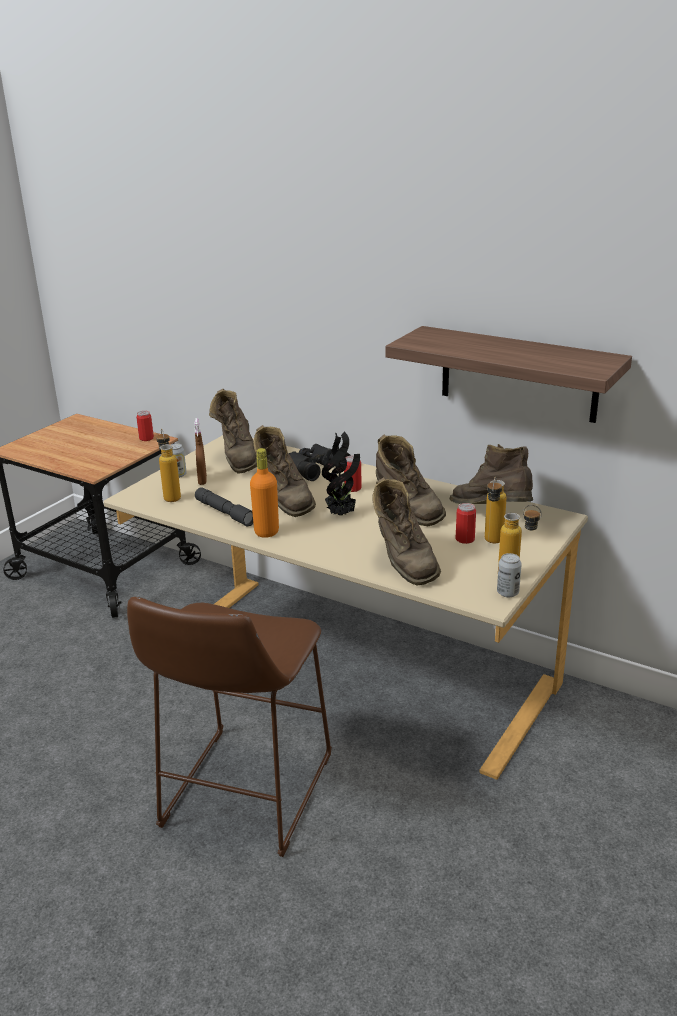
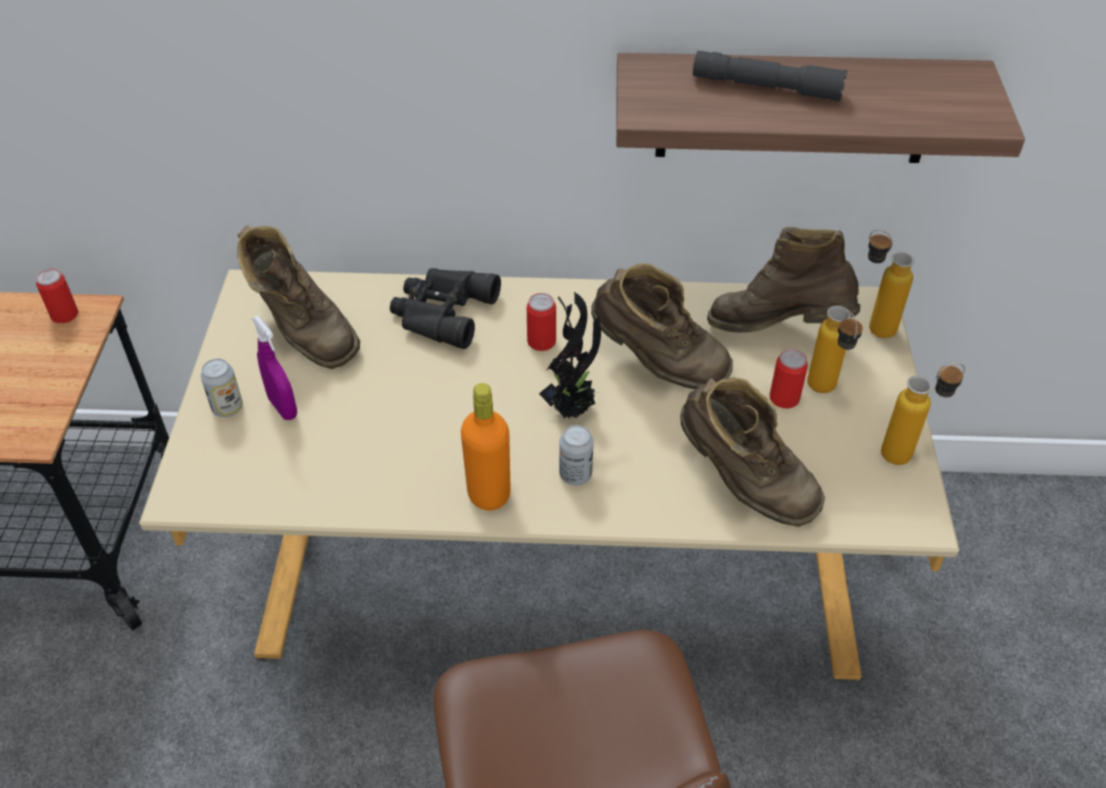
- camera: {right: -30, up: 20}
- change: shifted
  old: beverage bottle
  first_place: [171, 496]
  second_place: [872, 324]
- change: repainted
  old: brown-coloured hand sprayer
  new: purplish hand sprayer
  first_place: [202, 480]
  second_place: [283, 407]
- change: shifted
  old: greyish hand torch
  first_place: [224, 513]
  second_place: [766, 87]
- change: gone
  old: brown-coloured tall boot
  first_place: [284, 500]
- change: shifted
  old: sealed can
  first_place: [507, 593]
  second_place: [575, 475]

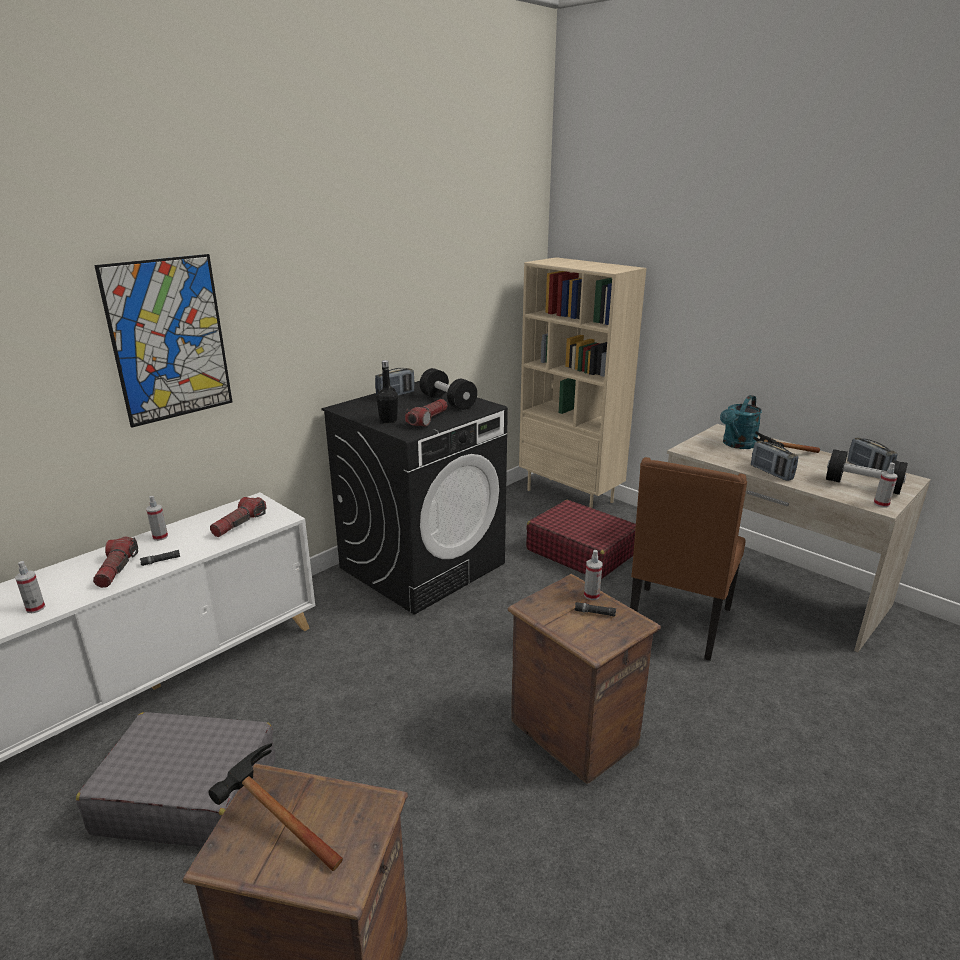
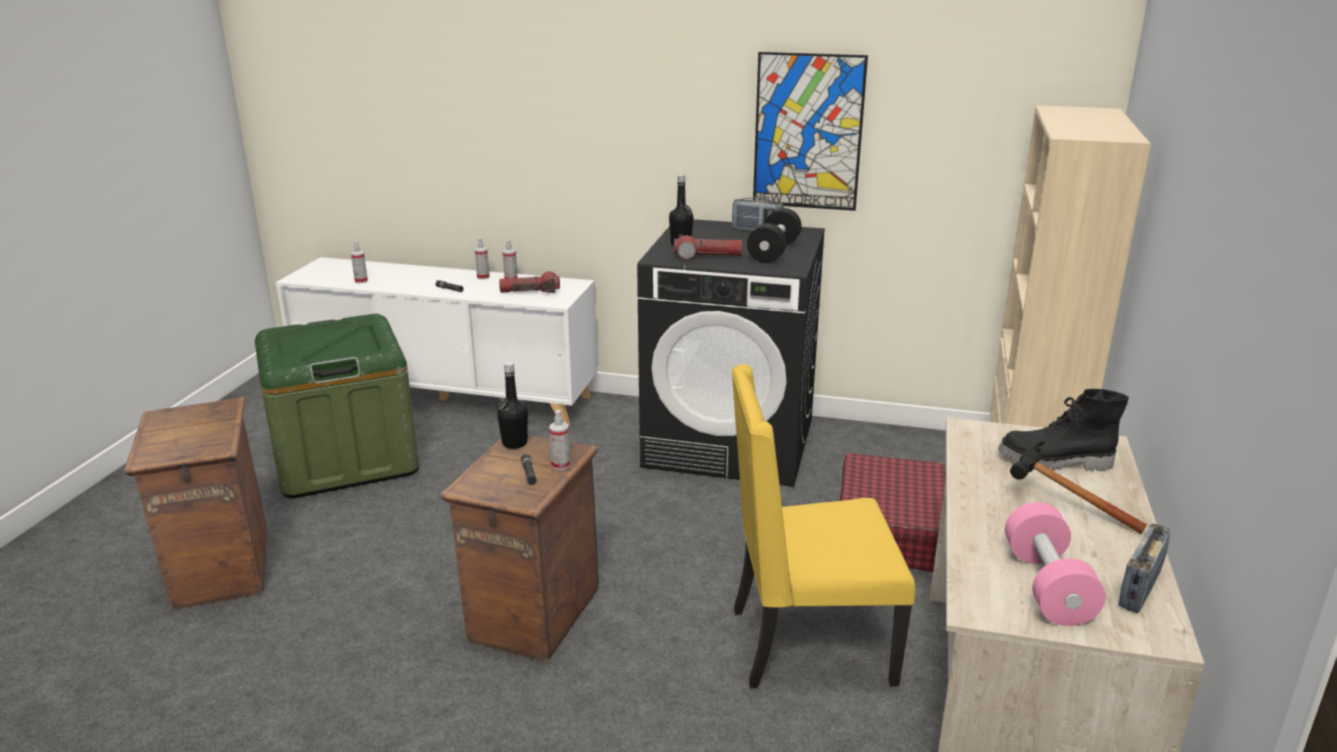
- camera: {right: 60, up: 0}
- change: swapped
  old: greyish piece of luggage
  new: green storage box
  first_place: [187, 795]
  second_place: [345, 458]
- change: gone
  old: hand torch
  first_place: [116, 569]
- change: shifted
  old: wall picture
  first_place: [169, 340]
  second_place: [808, 132]
- change: gone
  old: hammer
  first_place: [272, 822]
- change: repainted
  old: brown-coloured chair
  new: yellow chair
  first_place: [677, 624]
  second_place: [807, 645]
- change: swapped
  old: blue-green watering pot
  new: black tall boot
  first_place: [737, 445]
  second_place: [1055, 462]
- change: gone
  old: radio set
  first_place: [771, 473]
- change: repainted
  old: black hand weight
  new: pink-coloured hand weight
  first_place: [862, 486]
  second_place: [1047, 586]
- change: shifted
  old: hand sprayer
  first_place: [881, 504]
  second_place: [511, 279]
- change: new
  new: black beverage bottle
  second_place: [514, 443]

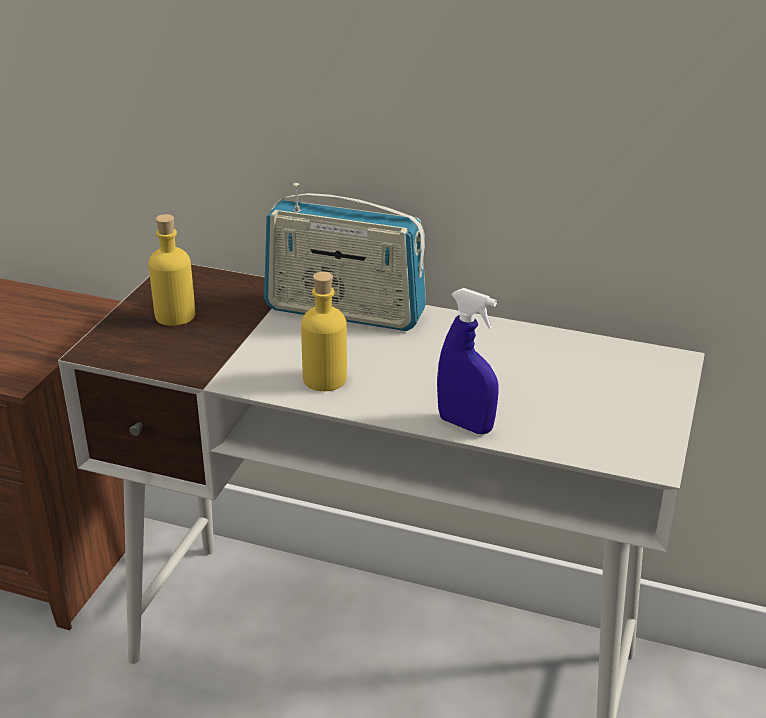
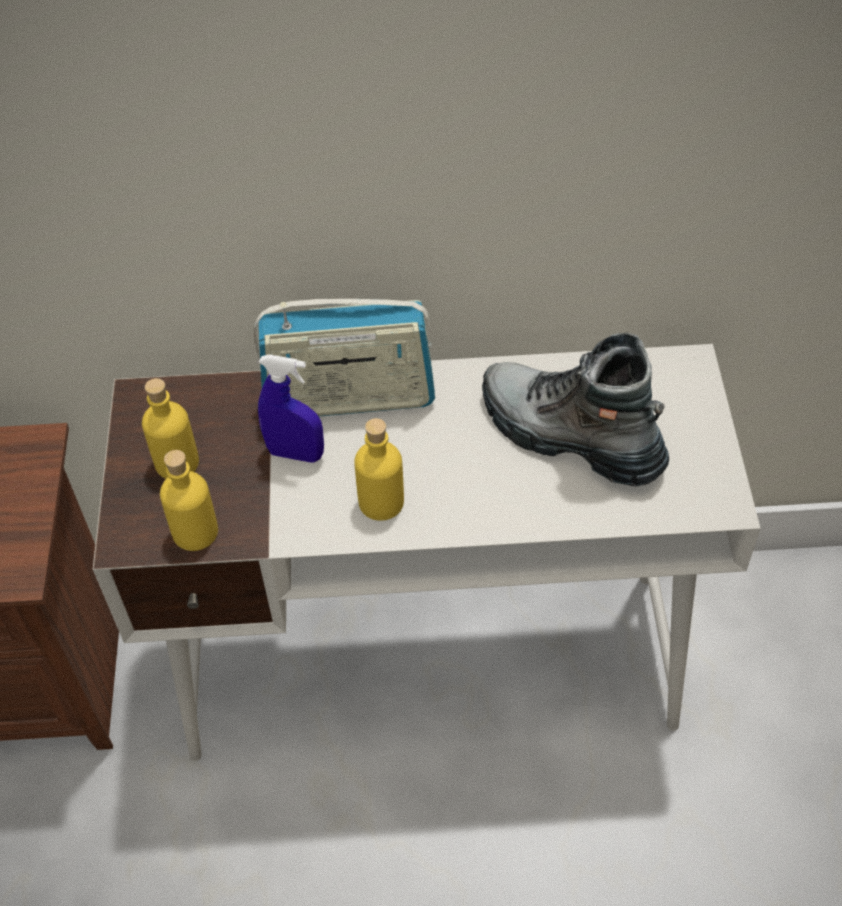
- camera: {right: -20, up: 20}
- change: shifted
  old: bluish hand sprayer
  first_place: [465, 424]
  second_place: [295, 453]
- change: new
  new: yellow beverage bottle
  second_place: [195, 532]
- change: new
  new: tall boot
  second_place: [569, 436]

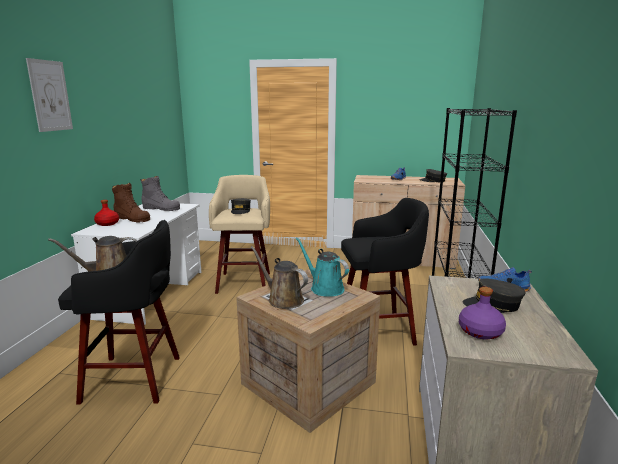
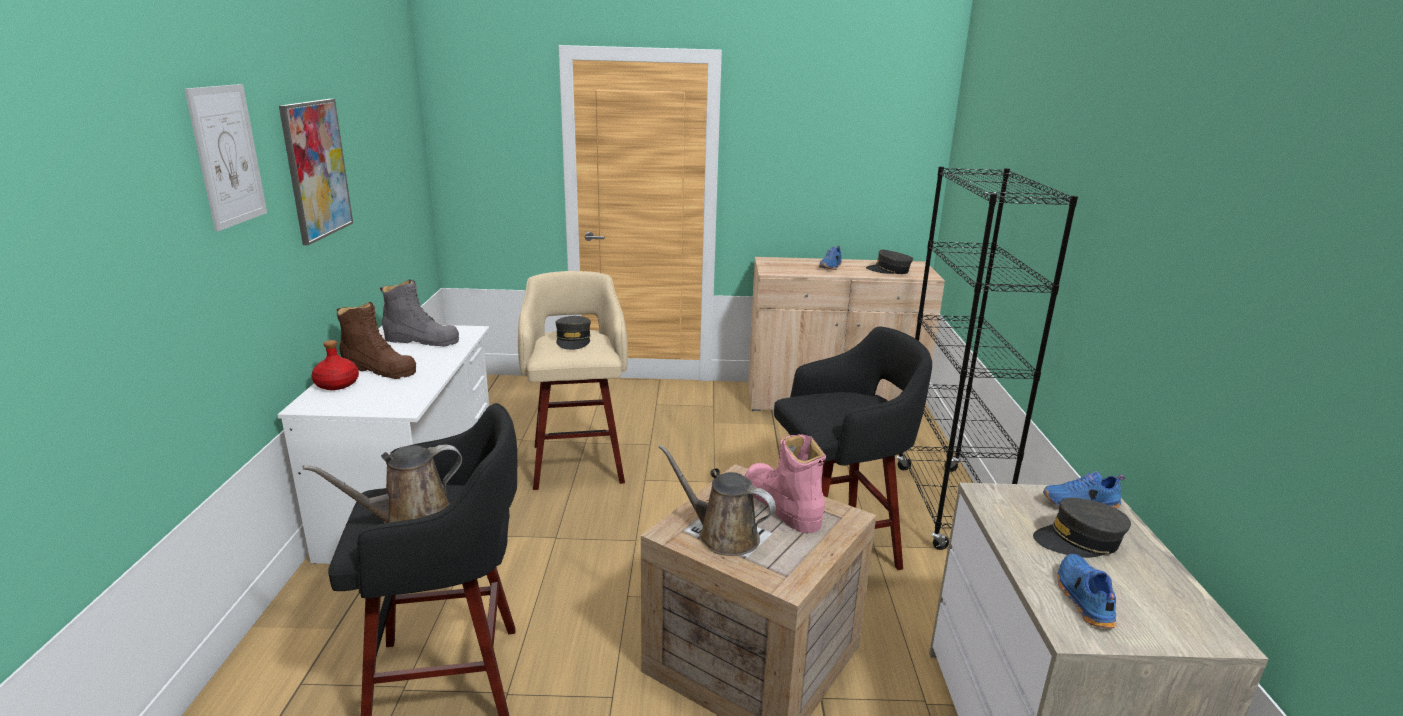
- camera: {right: -10, up: 5}
- change: swapped
  old: blue-green watering pot
  new: pink-coloured tall boot
  first_place: [324, 288]
  second_place: [781, 505]
- change: swapped
  old: purplish beverage bottle
  new: bluish item of footwear
  first_place: [480, 332]
  second_place: [1082, 598]
- change: new
  new: wall picture
  second_place: [316, 169]

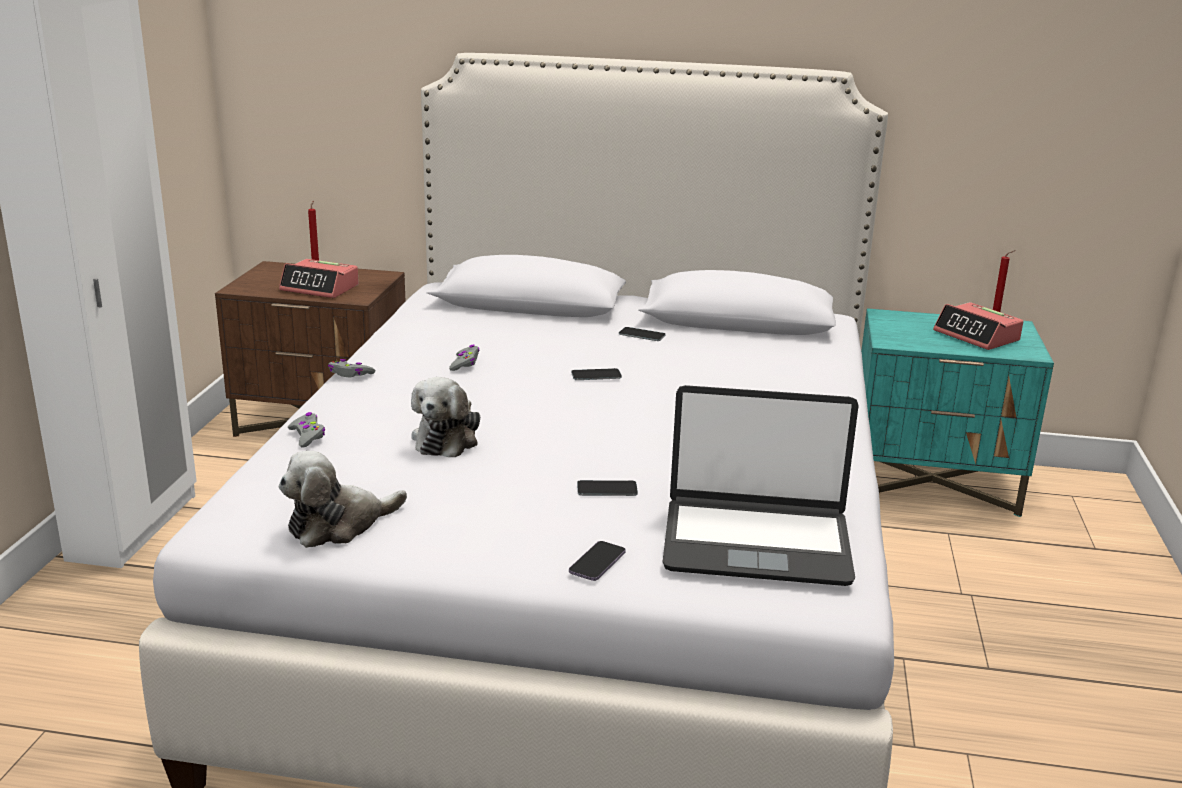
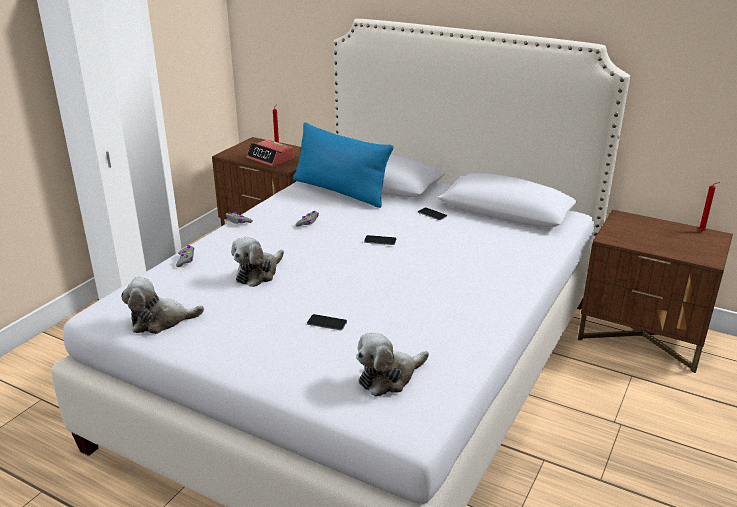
- camera: {right: 20, up: 5}
- change: gone
  old: phone
  first_place: [597, 563]
- change: swapped
  old: laptop
  new: plush toy
  first_place: [756, 543]
  second_place: [389, 377]
- change: repainted
  old: blue-green night table
  new: brown-coloured night table
  first_place: [932, 483]
  second_place: [643, 336]
- change: gone
  old: bedside clock
  first_place: [977, 336]
- change: new
  new: bluish throw pillow
  second_place: [340, 191]

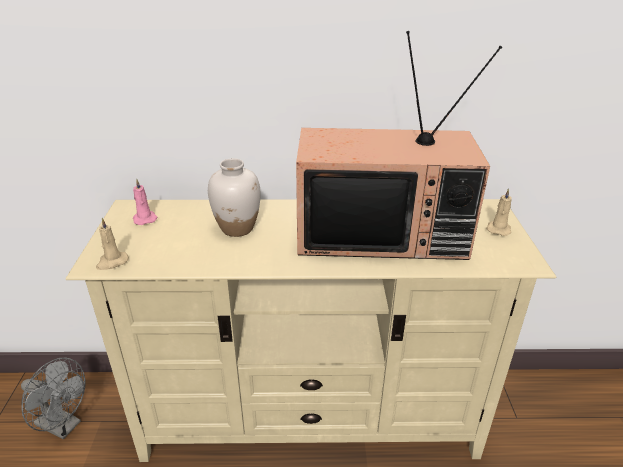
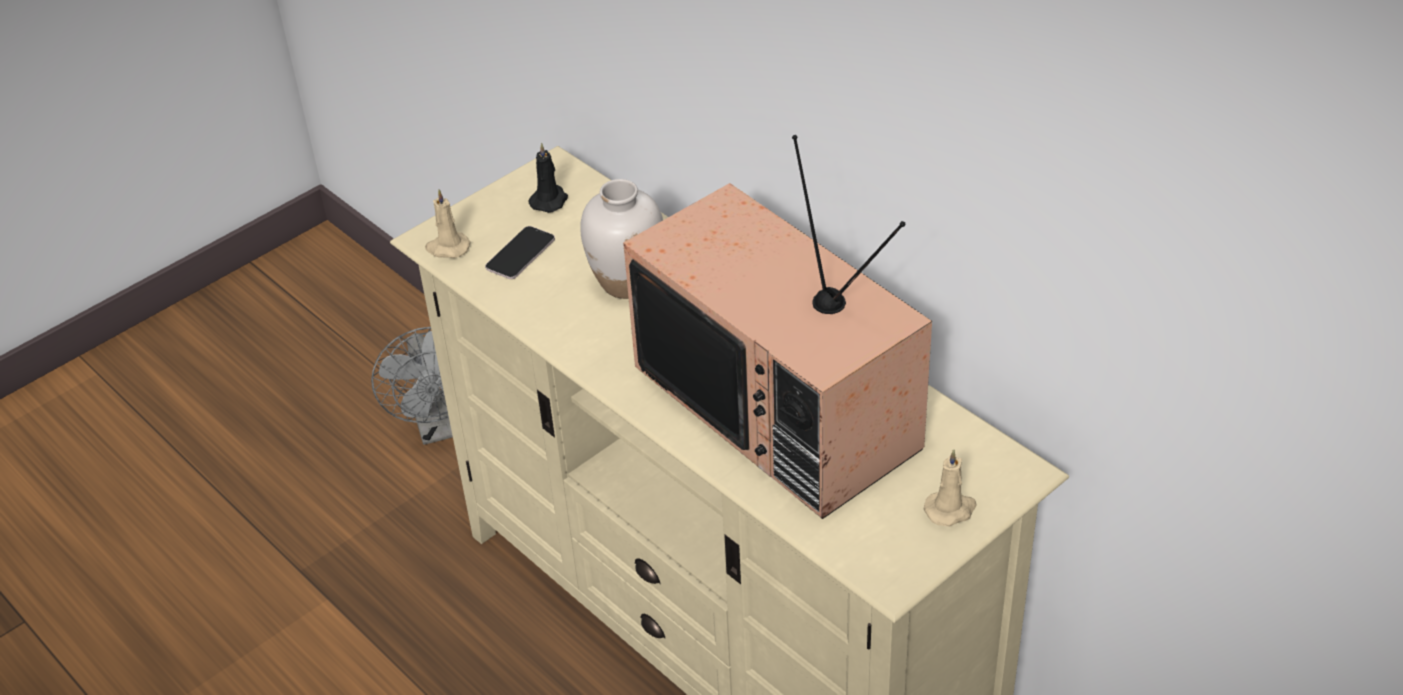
- camera: {right: 50, up: 10}
- change: repainted
  old: pink-coloured candle
  new: black candle
  first_place: [144, 219]
  second_place: [549, 200]
- change: new
  new: phone
  second_place: [520, 254]

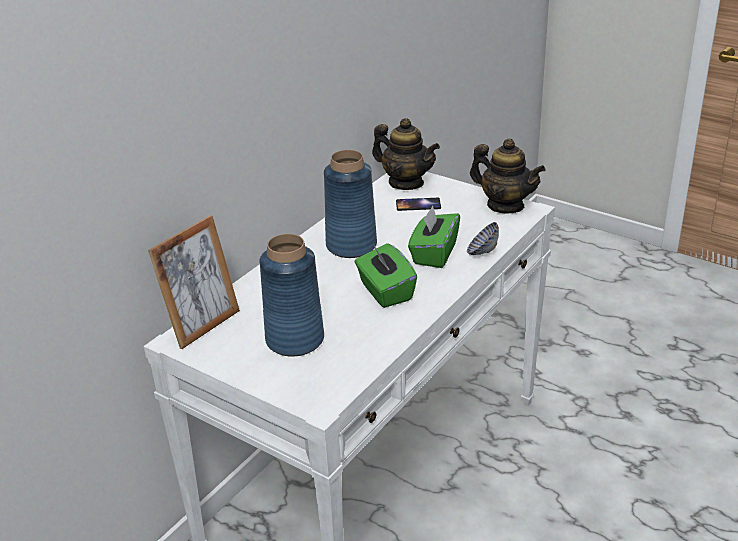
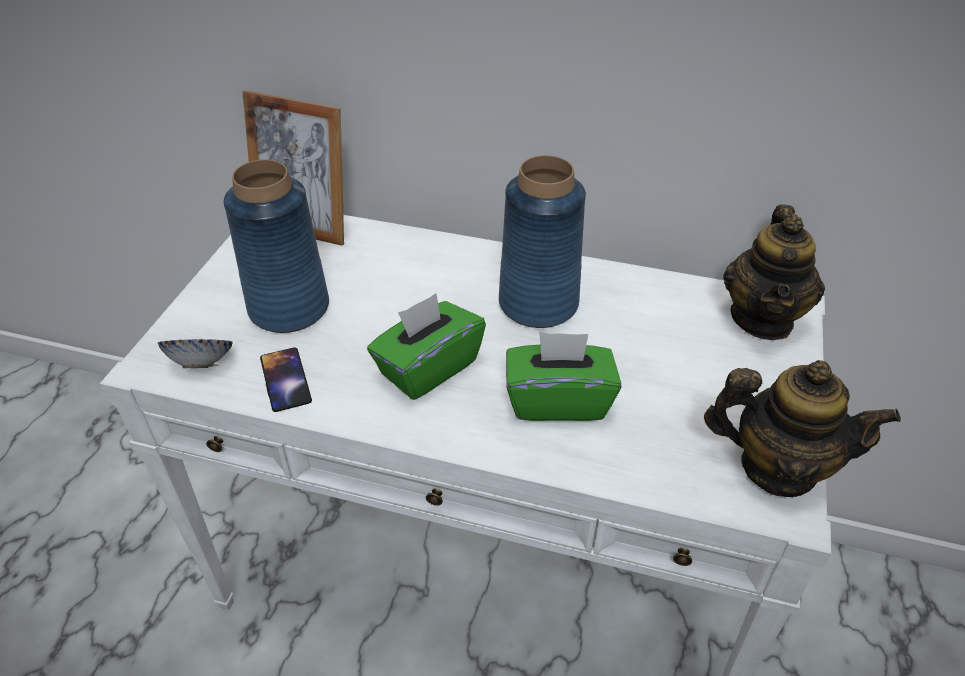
- camera: {right: 70, up: 10}
- change: shifted
  old: phone
  first_place: [418, 205]
  second_place: [285, 379]
- change: shifted
  old: bowl
  first_place: [482, 252]
  second_place: [202, 364]
- change: rotated
  old: teapot
  first_place: [505, 205]
  second_place: [778, 468]
  degrees: -90

